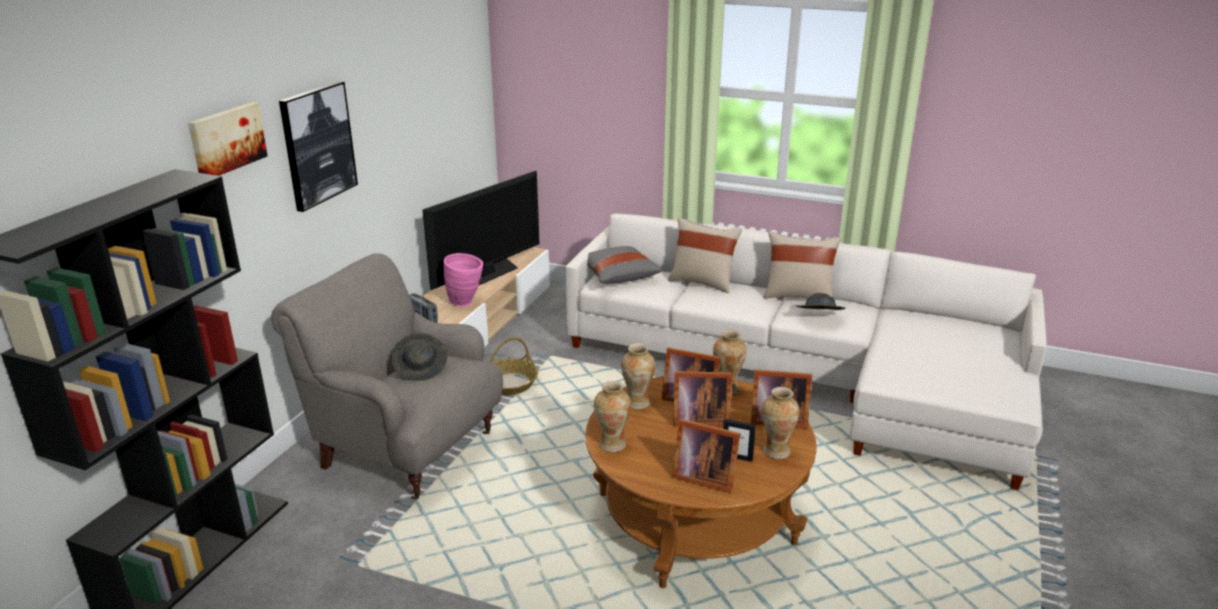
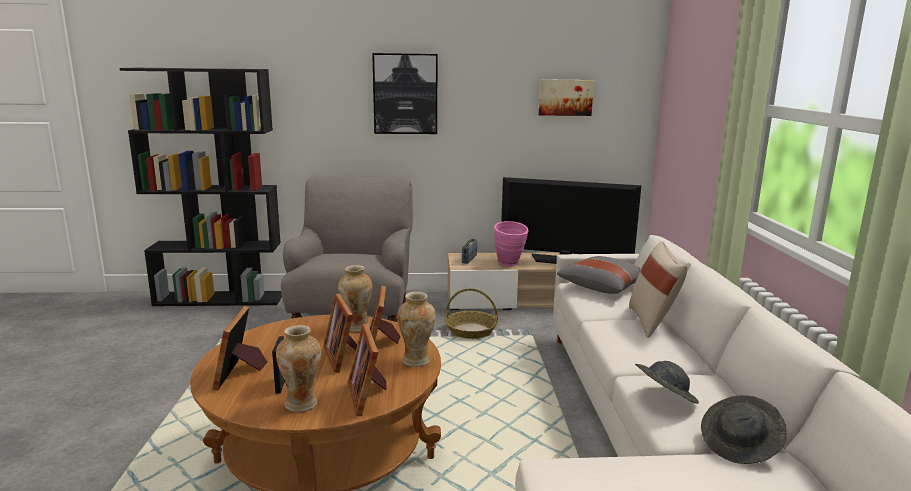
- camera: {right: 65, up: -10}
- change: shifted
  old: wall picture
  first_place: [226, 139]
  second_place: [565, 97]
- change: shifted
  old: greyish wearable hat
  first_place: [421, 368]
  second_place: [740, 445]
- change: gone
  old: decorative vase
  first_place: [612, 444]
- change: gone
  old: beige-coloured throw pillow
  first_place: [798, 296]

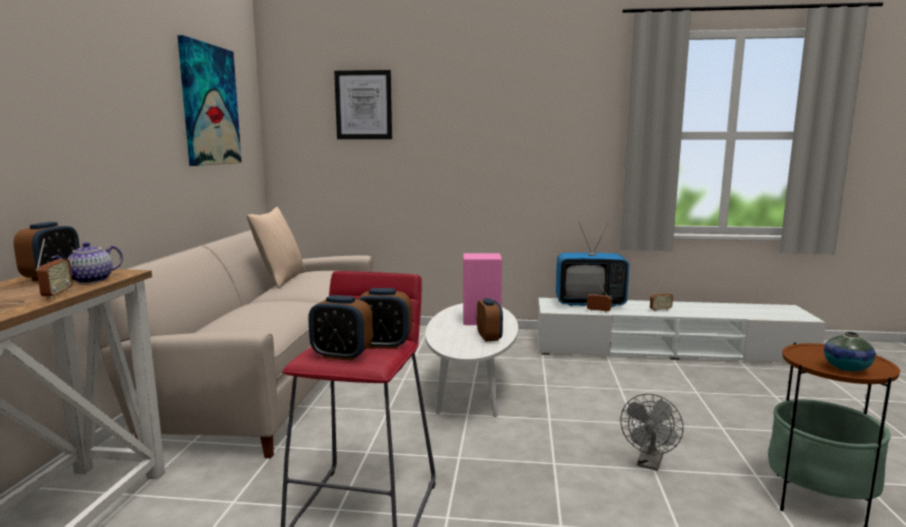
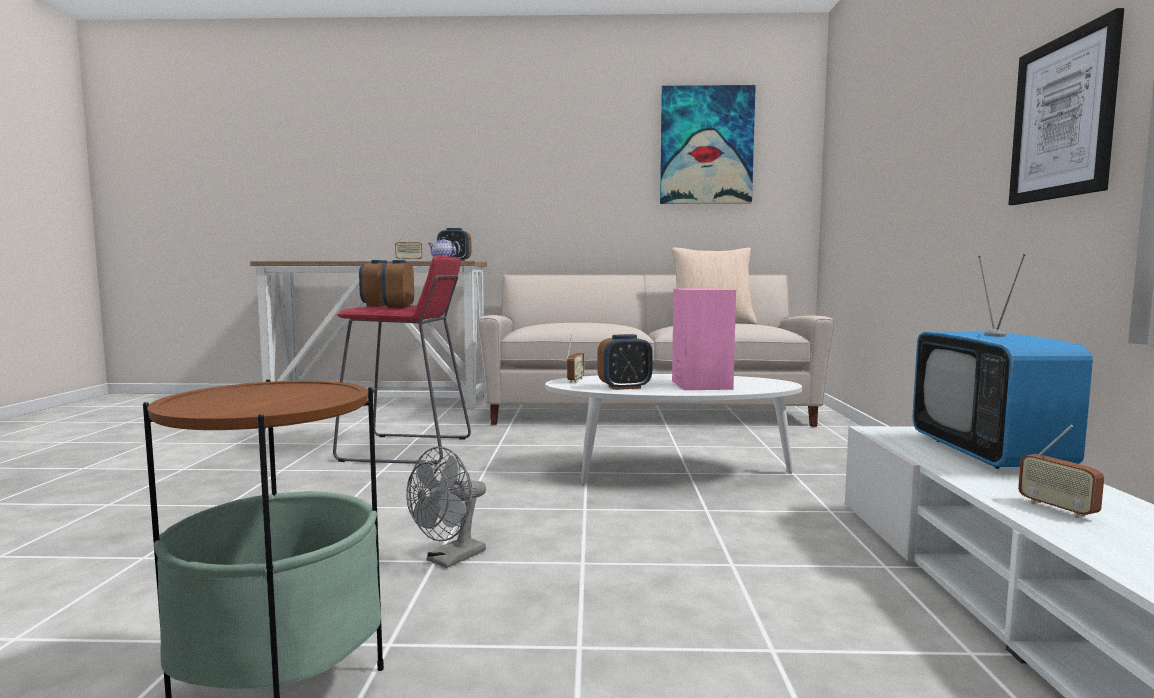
- camera: {right: 85, up: -5}
- change: shifted
  old: wall picture
  first_place: [363, 105]
  second_place: [1063, 117]
- change: shifted
  old: radio set
  first_place: [598, 311]
  second_place: [575, 380]
- change: rotated
  old: greyish fan
  first_place: [649, 464]
  second_place: [450, 559]
  degrees: -75
- change: gone
  old: decorative vase
  first_place: [846, 368]

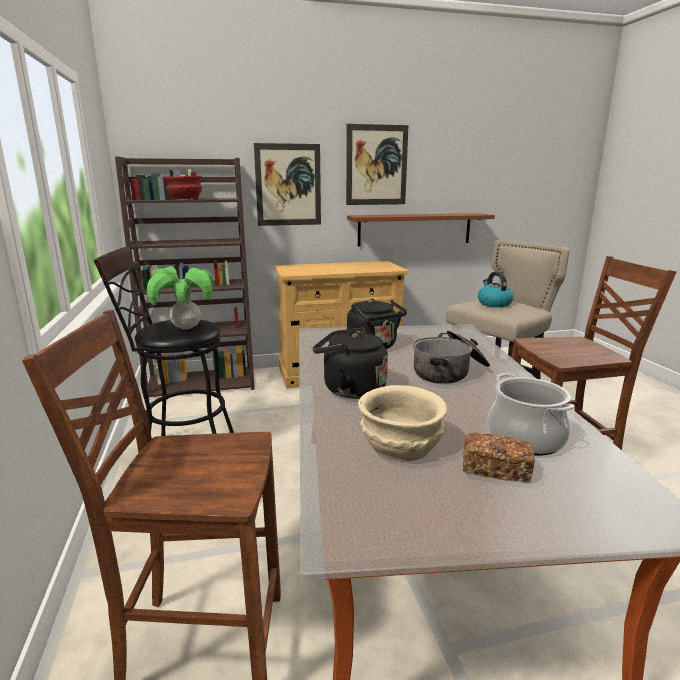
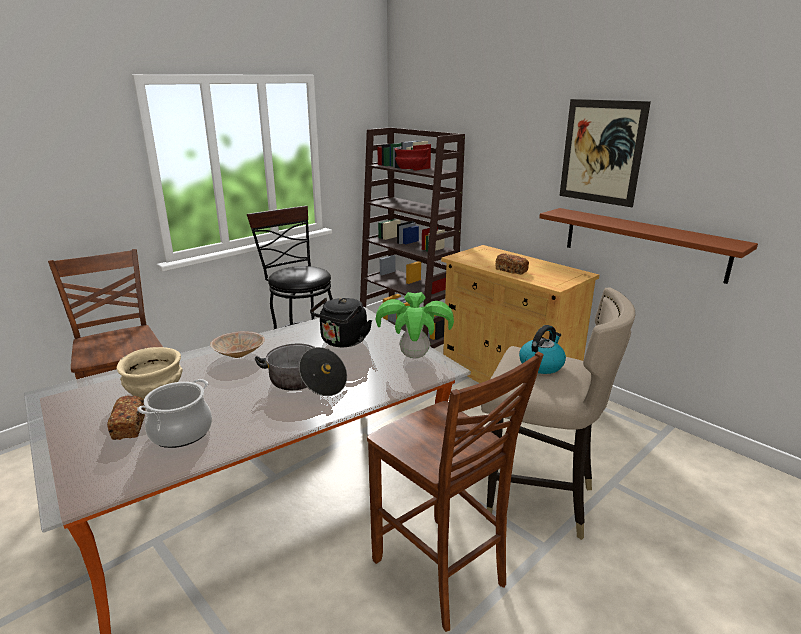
- camera: {right: 60, up: 5}
- change: shifted
  old: plant in a pot
  first_place: [187, 328]
  second_place: [414, 356]
- change: gone
  old: wall picture
  first_place: [288, 185]
- change: swapped
  old: black kettle
  new: beige-coloured bowl
  first_place: [350, 389]
  second_place: [239, 354]
- change: new
  new: bread
  second_place: [511, 270]

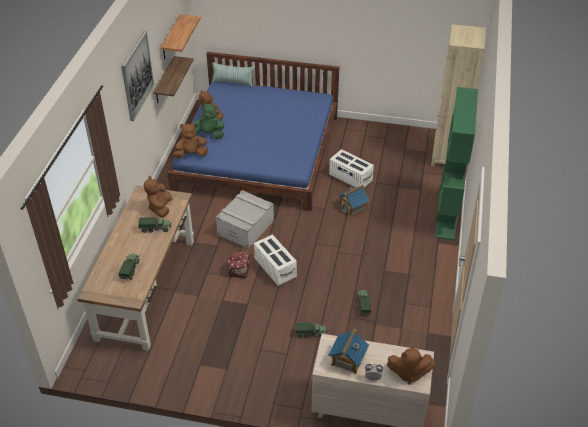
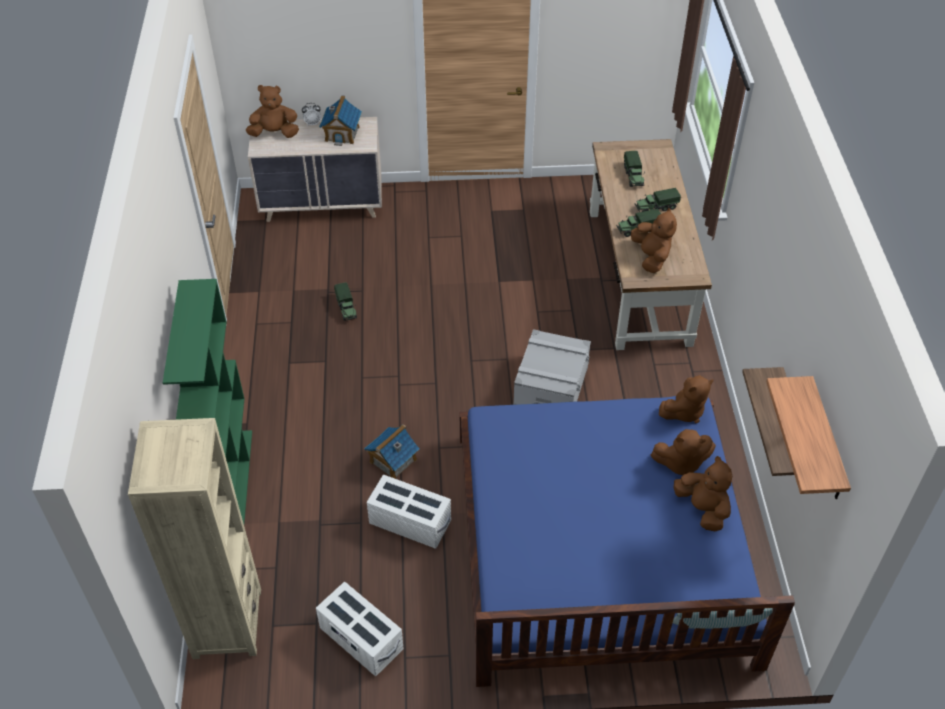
- camera: {right: 165, up: 5}
- change: gone
  old: wall picture
  first_place: [137, 76]
- change: repainted
  old: green plush toy
  new: brown-coloured plush toy
  first_place: [209, 134]
  second_place: [681, 463]
- change: gone
  old: model house
  first_place: [238, 271]
- change: shifted
  old: white storage box
  first_place: [275, 268]
  second_place: [361, 639]
- change: shifted
  old: toy lorry
  first_place: [311, 333]
  second_place: [656, 208]

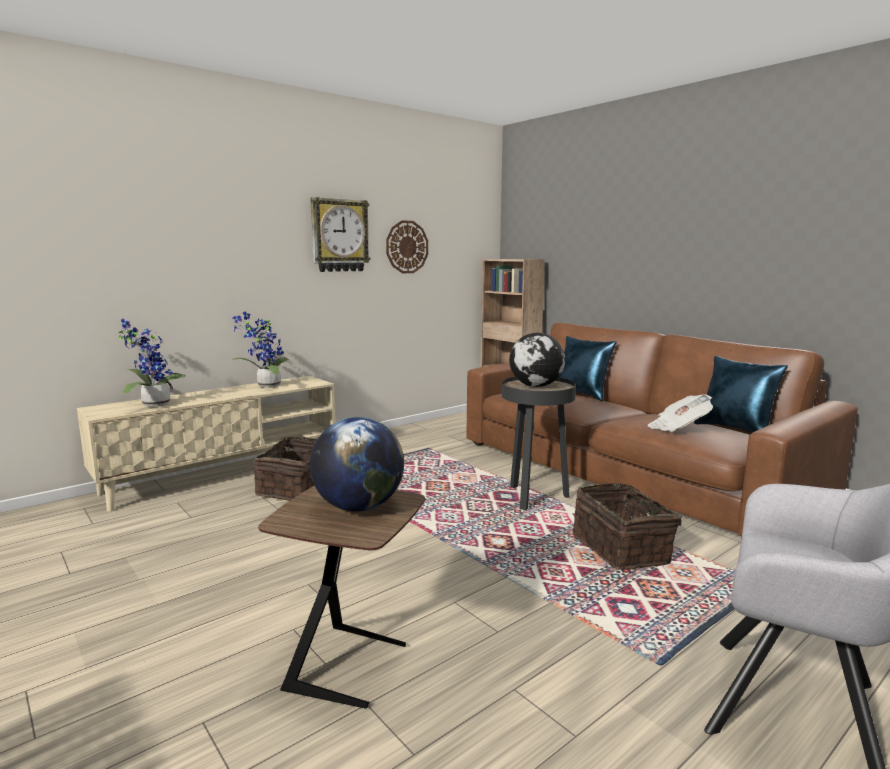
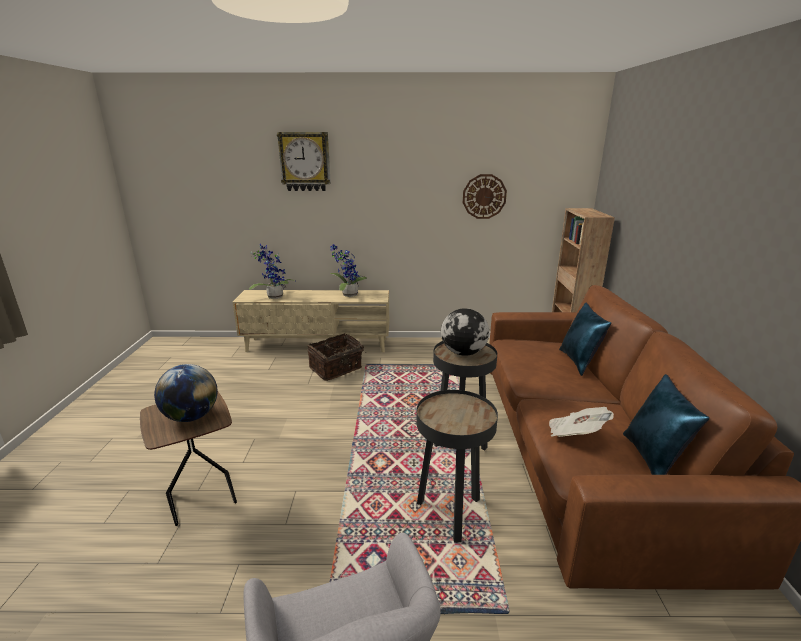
- camera: {right: 40, up: 10}
- change: shifted
  old: clock on the wall
  first_place: [339, 235]
  second_place: [305, 162]
- change: swapped
  old: basket
  new: black accent table
  first_place: [623, 549]
  second_place: [451, 514]

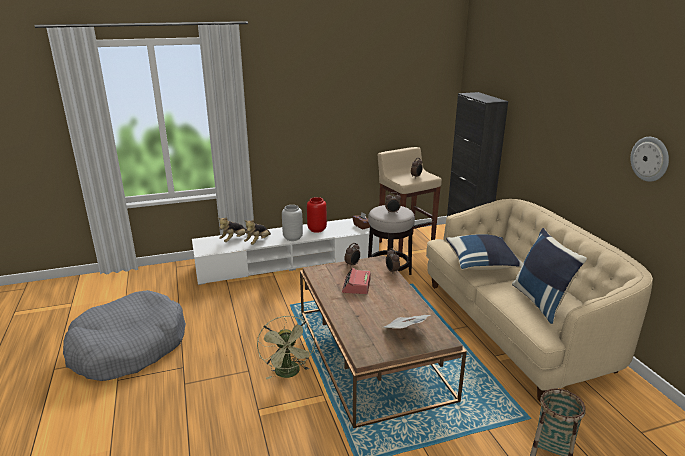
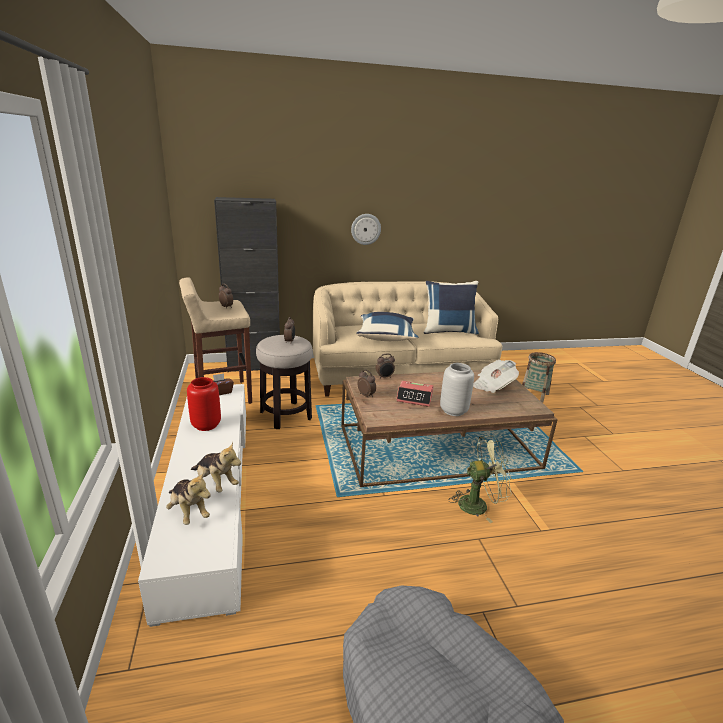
- camera: {right: -85, up: 0}
- change: shifted
  old: greyish decorative vase
  first_place: [293, 238]
  second_place: [453, 410]
- change: shifted
  old: clock on the wall
  first_place: [650, 159]
  second_place: [365, 229]

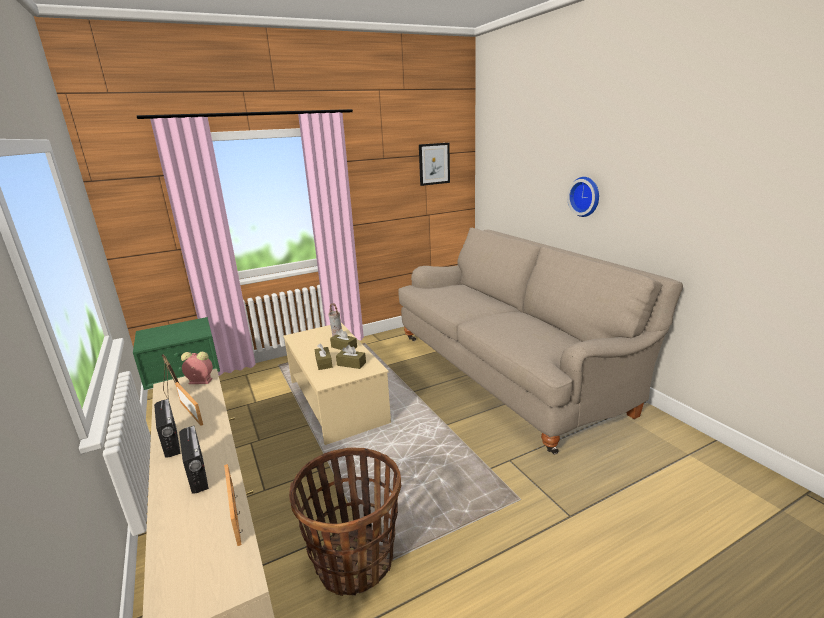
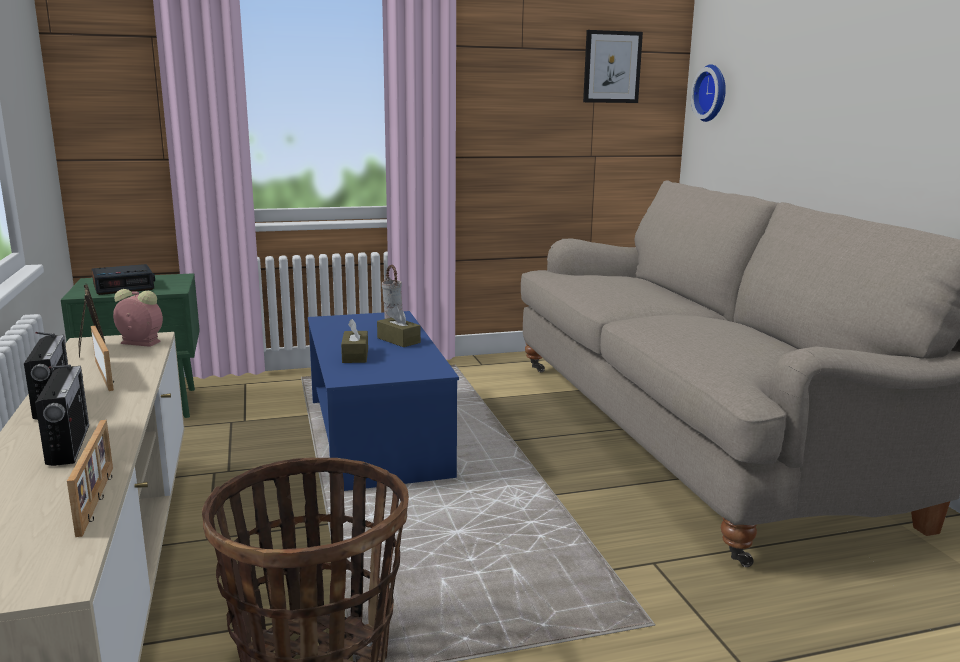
- camera: {right: 10, up: -5}
- change: repainted
  old: beige-coloured low table
  new: bluish low table
  first_place: [337, 402]
  second_place: [377, 437]
- change: gone
  old: brown-coloured tissue box
  first_place: [351, 364]
- change: shifted
  old: clock on the wall
  first_place: [585, 196]
  second_place: [712, 93]
- change: new
  new: bedside clock
  second_place: [124, 287]

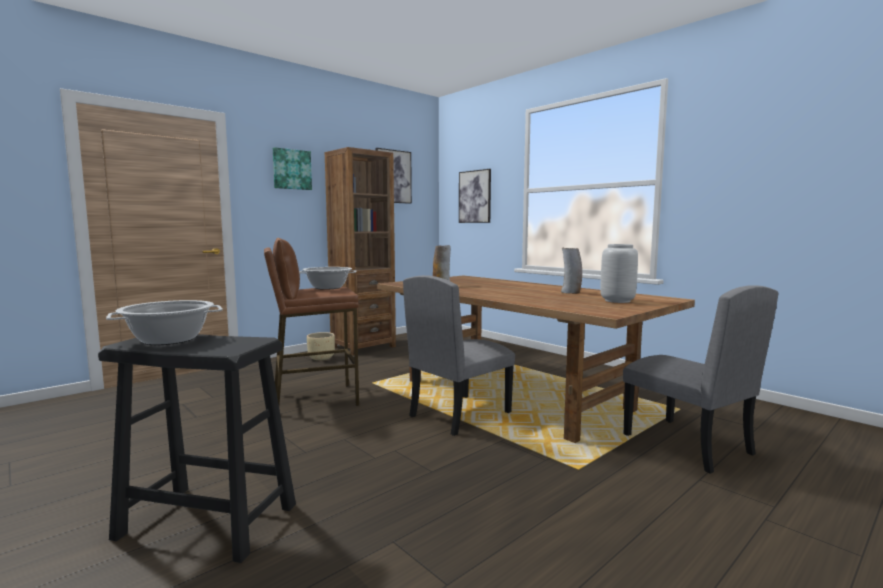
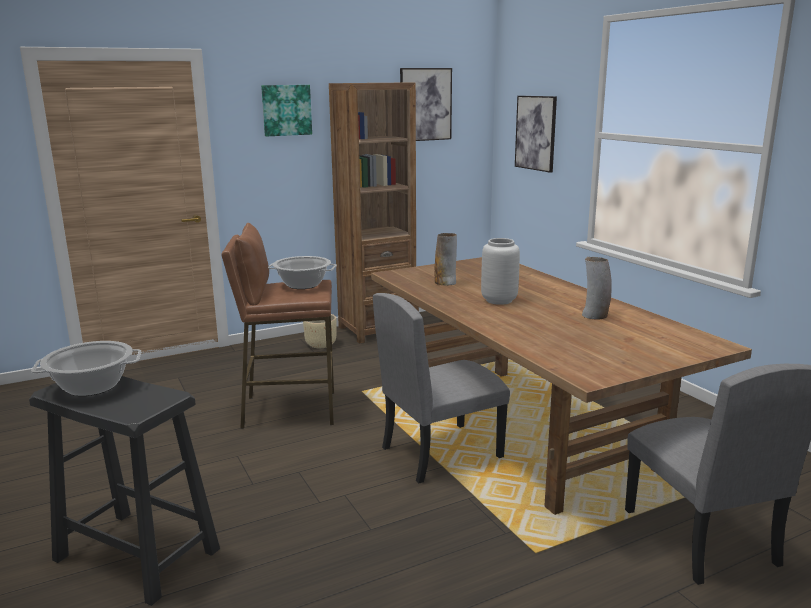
- camera: {right: 15, up: 10}
- change: shifted
  old: greyish decorative vase
  first_place: [617, 301]
  second_place: [499, 300]

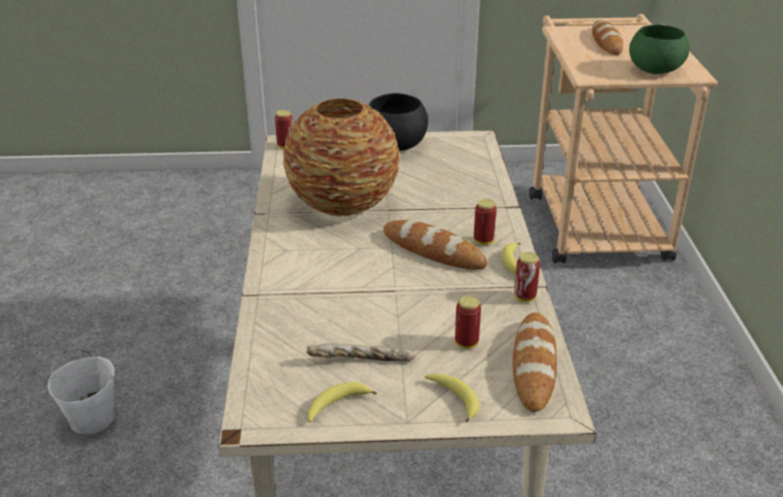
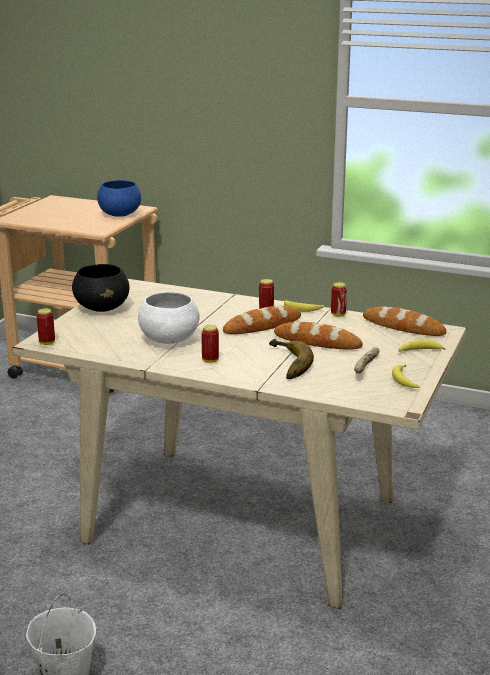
- camera: {right: -65, up: -10}
- change: swapped
  old: decorative vase
  new: white bowl
  first_place: [342, 204]
  second_place: [168, 340]
- change: shifted
  old: sealed can
  first_place: [466, 343]
  second_place: [210, 360]
- change: shifted
  old: bread
  first_place: [606, 42]
  second_place: [317, 342]
- change: repainted
  old: green bowl
  new: bluish bowl
  first_place: [654, 70]
  second_place: [119, 215]
- change: new
  new: banana
  second_place: [285, 364]

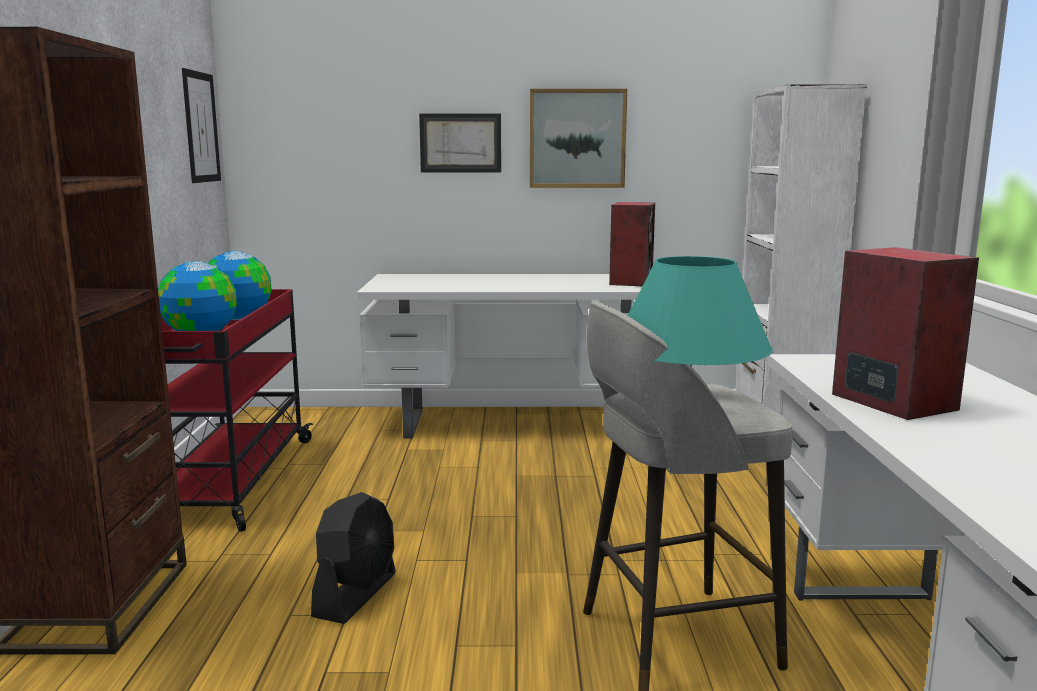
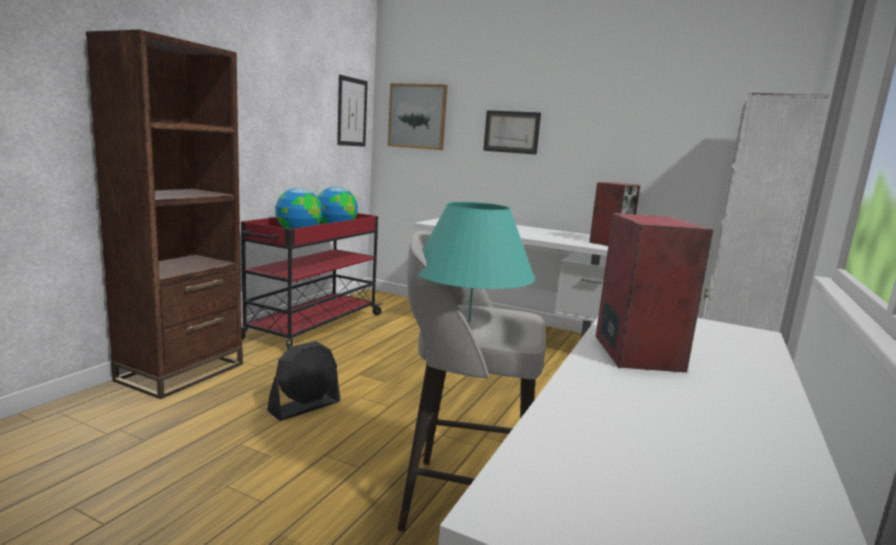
- camera: {right: 25, up: 0}
- change: shifted
  old: wall picture
  first_place: [577, 138]
  second_place: [417, 116]

